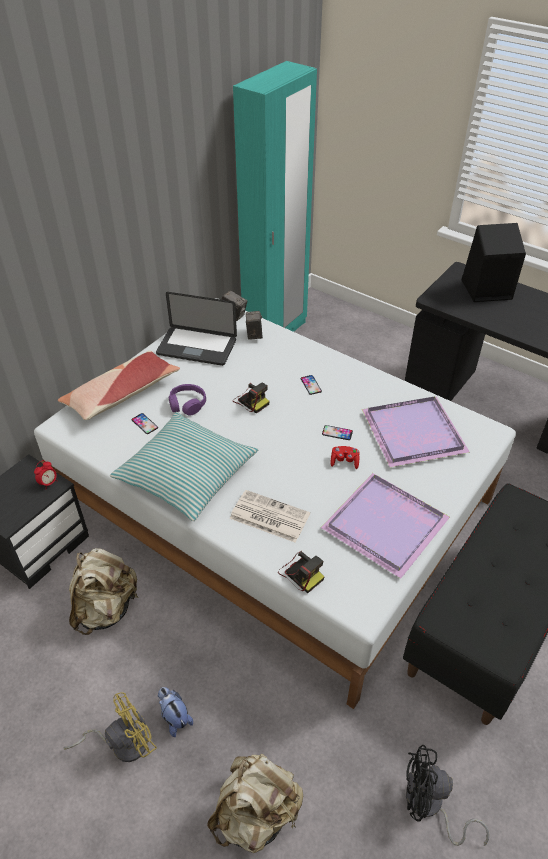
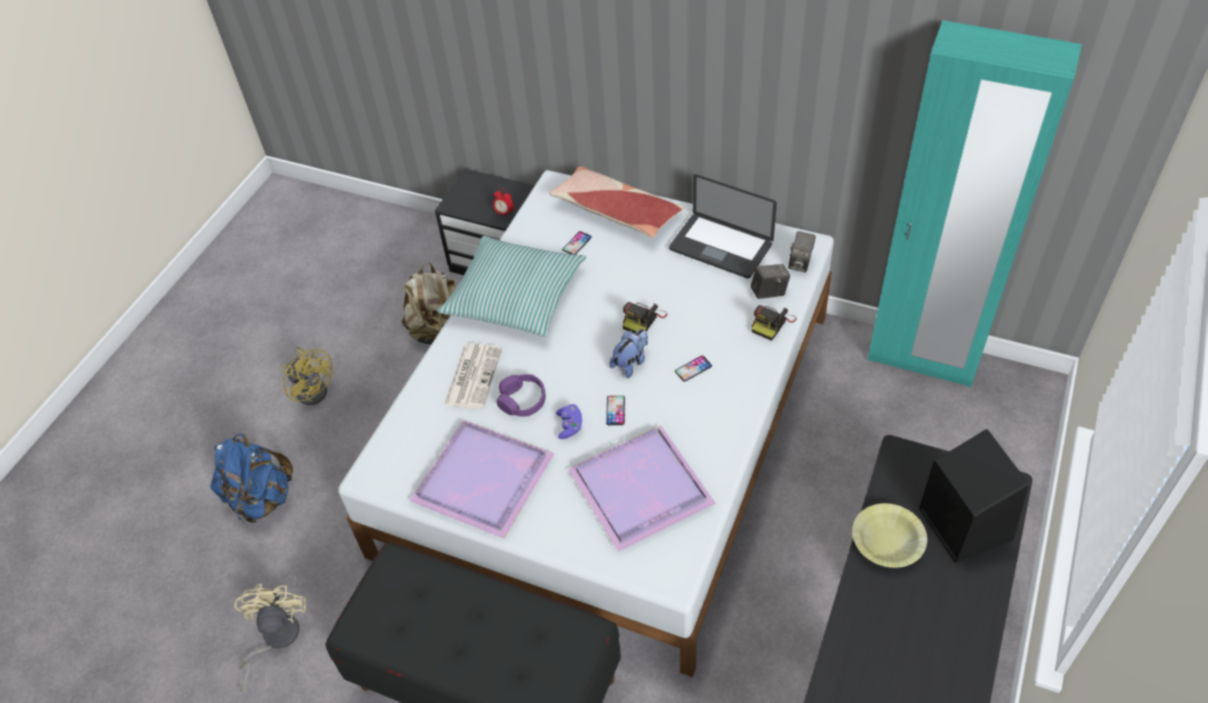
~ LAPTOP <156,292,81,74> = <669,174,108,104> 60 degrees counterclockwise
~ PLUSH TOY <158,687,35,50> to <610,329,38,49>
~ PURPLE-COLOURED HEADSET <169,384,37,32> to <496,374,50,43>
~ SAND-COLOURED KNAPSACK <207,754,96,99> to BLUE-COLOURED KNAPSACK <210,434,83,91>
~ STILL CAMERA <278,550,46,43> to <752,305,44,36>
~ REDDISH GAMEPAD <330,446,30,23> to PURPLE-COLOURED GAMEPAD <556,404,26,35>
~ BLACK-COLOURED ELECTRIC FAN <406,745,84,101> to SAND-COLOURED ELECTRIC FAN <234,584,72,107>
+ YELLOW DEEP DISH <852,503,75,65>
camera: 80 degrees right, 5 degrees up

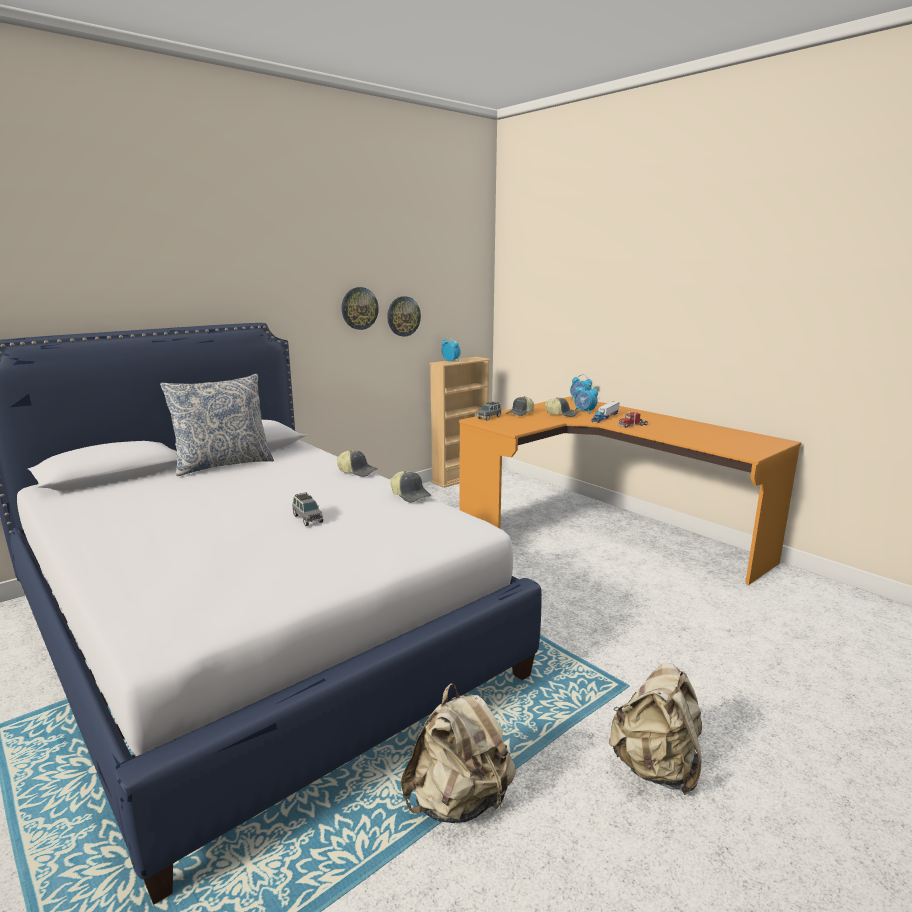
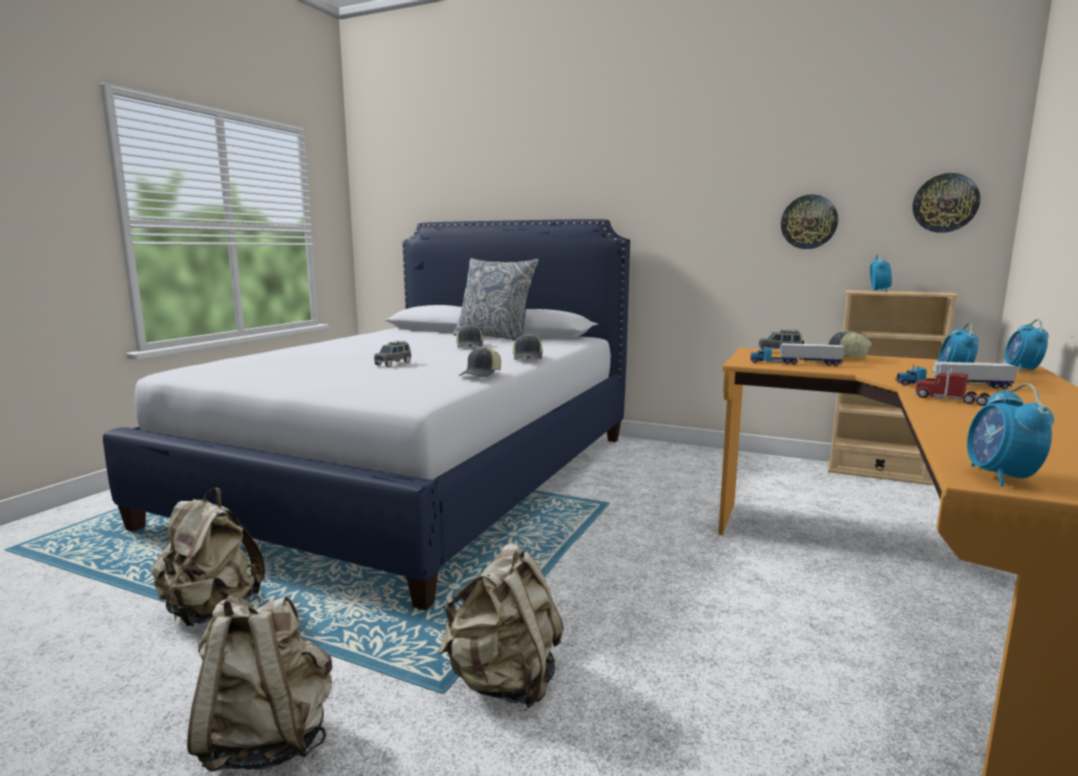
~ WALL CLOCK <342,287,37,43> to <913,173,67,60>
~ PEAKED CAP <545,397,33,20> to <456,325,27,23>
+ SAND-COLOURED KNAPSACK <438,544,126,164>
+ TOY LORRY <750,343,95,23>
+ BEDSIDE CLOCK <967,383,87,103>
camera: 65 degrees right, 5 degrees down

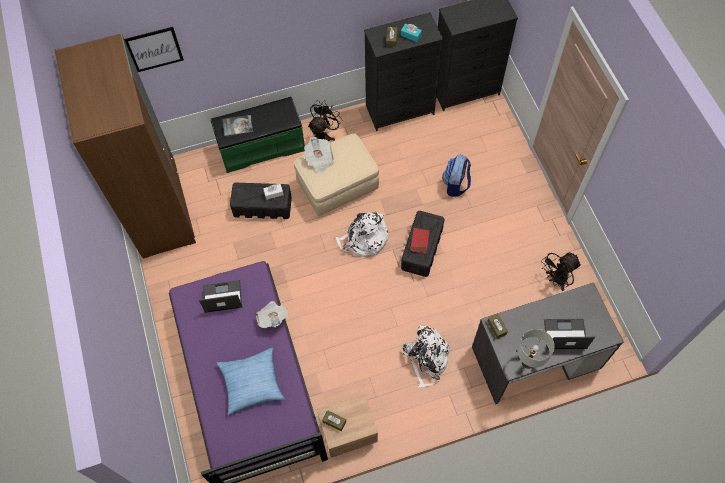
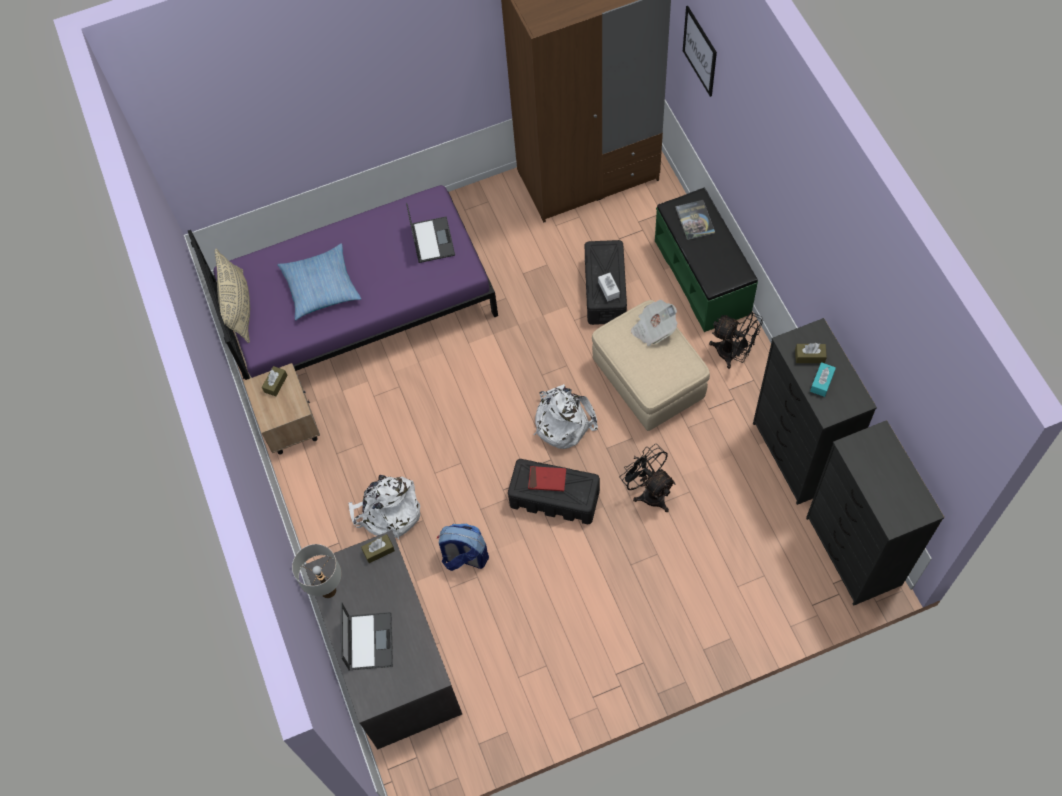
- NEWSPAPER <256,301,32,27>
~ KNAPSACK <442,154,29,43> to <437,524,52,47>
~ BLACK-COLOURED ELECTRIC FAN <541,252,40,39> to <620,444,56,68>
+ SAND-COLOURED CUSHION <215,249,35,94>
camera: 90 degrees right, 0 degrees up

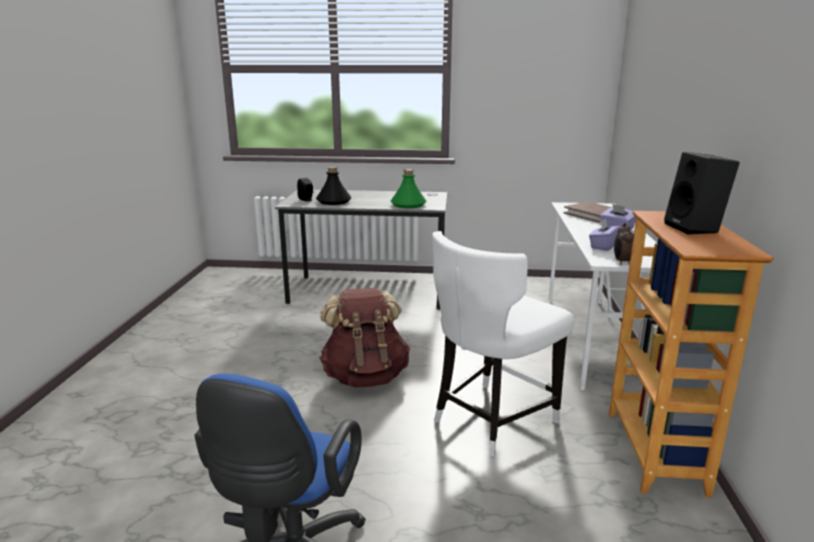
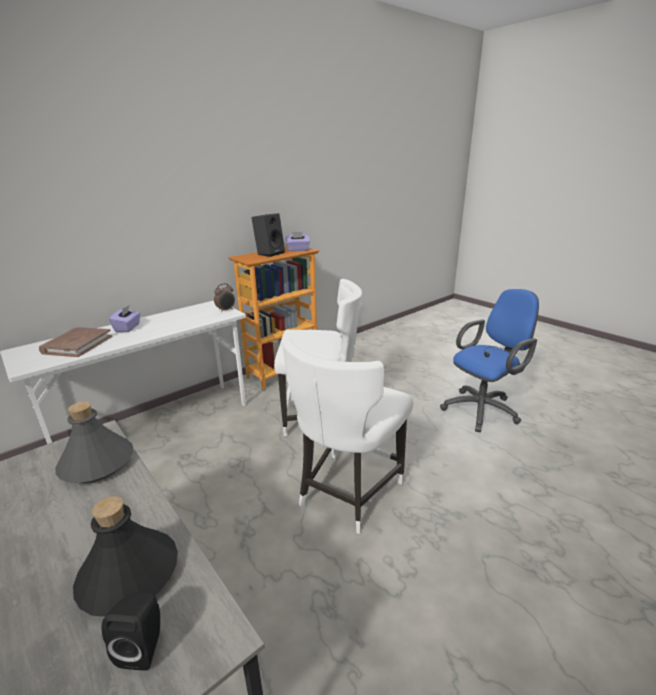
~ BROWN KNAPSACK <319,288,91,100> to WHITE CHAIR <283,339,130,195>
~ GREENISH BOTTLE <391,169,36,39> to GREY BOTTLE <55,401,78,82>
~ PURPLE-COLOURED TISSUE HOLDER <589,218,32,33> to <285,232,25,19>
camera: 135 degrees left, 5 degrees up

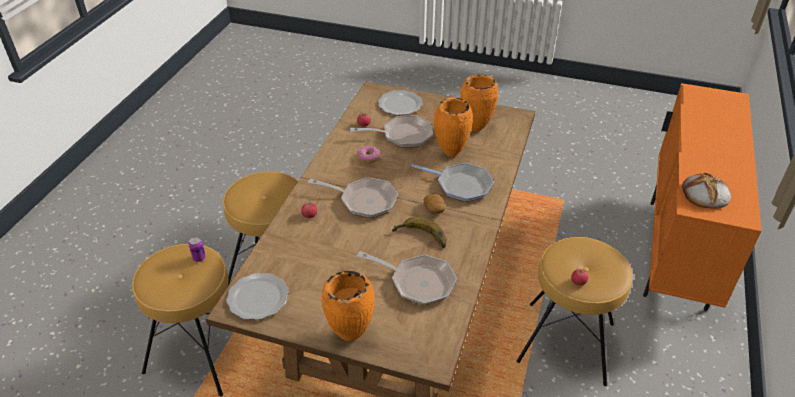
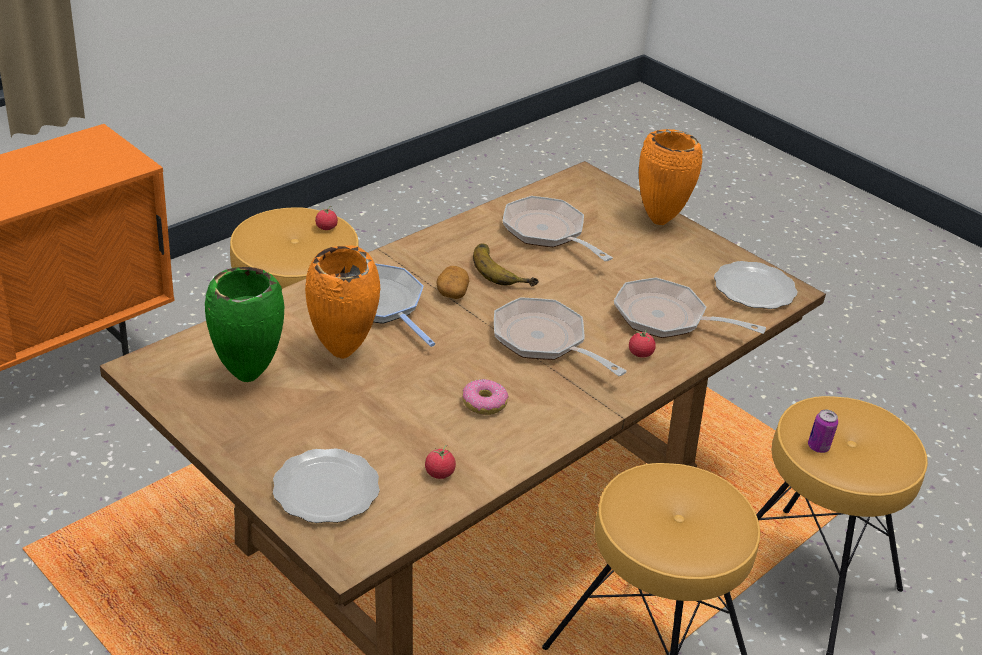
~ FRYING PAN <350,115,83,33> to <614,277,152,61>
~ ORANGE FLOWER VASE <460,74,38,58> to GREENISH FLOWER VASE <205,267,79,115>
- BREAD <682,173,49,36>
camera: 155 degrees left, 5 degrees down

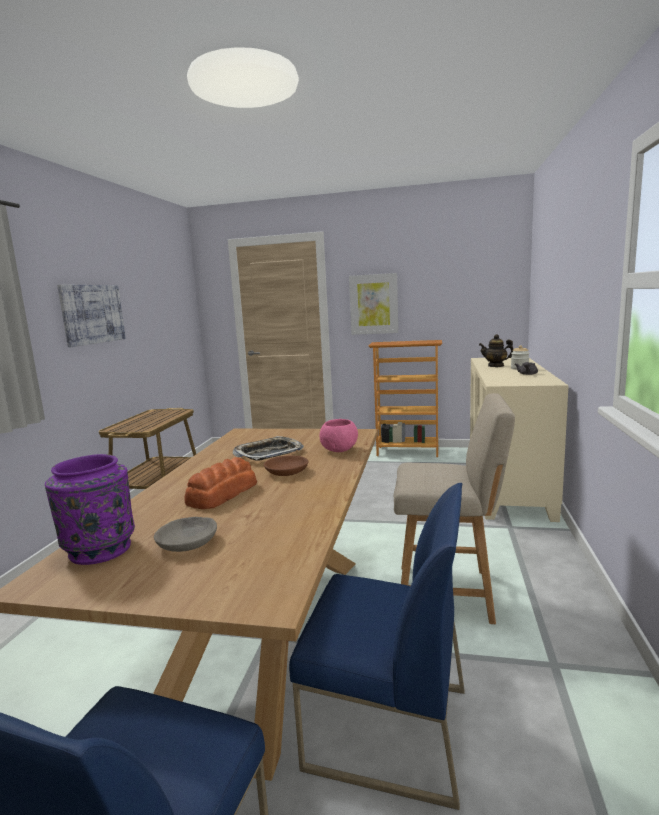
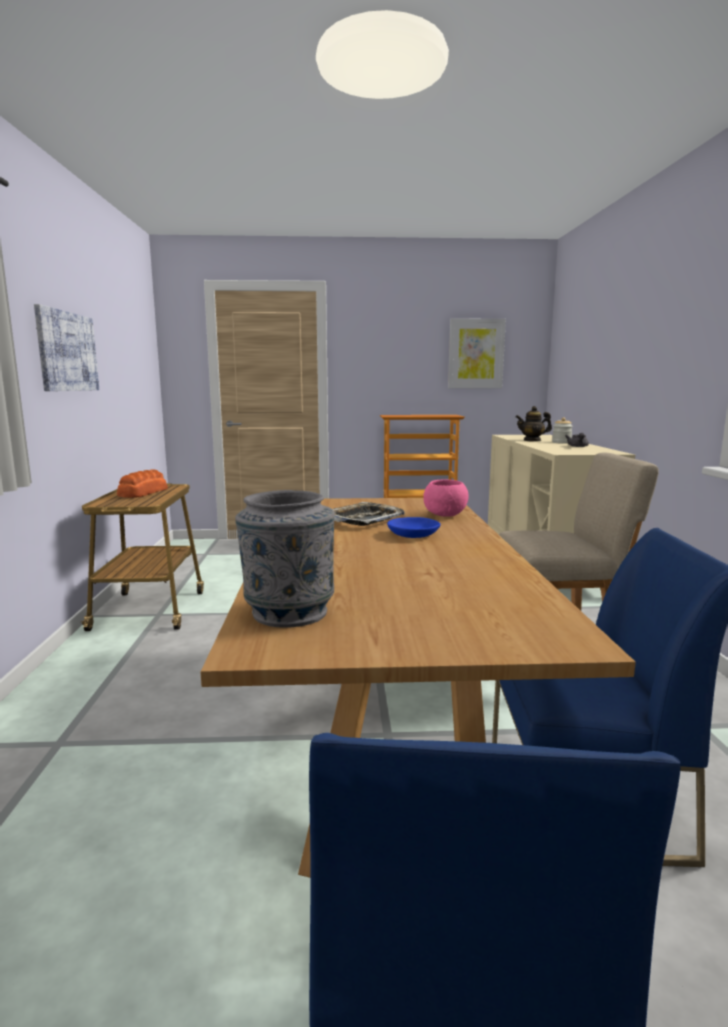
~ PURPLE-COLOURED FLOWER VASE <45,454,90,111> to GREY FLOWER VASE <235,490,100,138>
- GREY DEEP DISH <154,517,63,35>
~ BREAD <184,457,73,52> to <117,469,51,29>
~ BROWN DEEP DISH <264,456,44,20> to BLUE-COLOURED DEEP DISH <387,517,54,21>
~ PICTURE <349,273,49,62> to <448,318,58,70>
camera: 15 degrees left, 0 degrees up

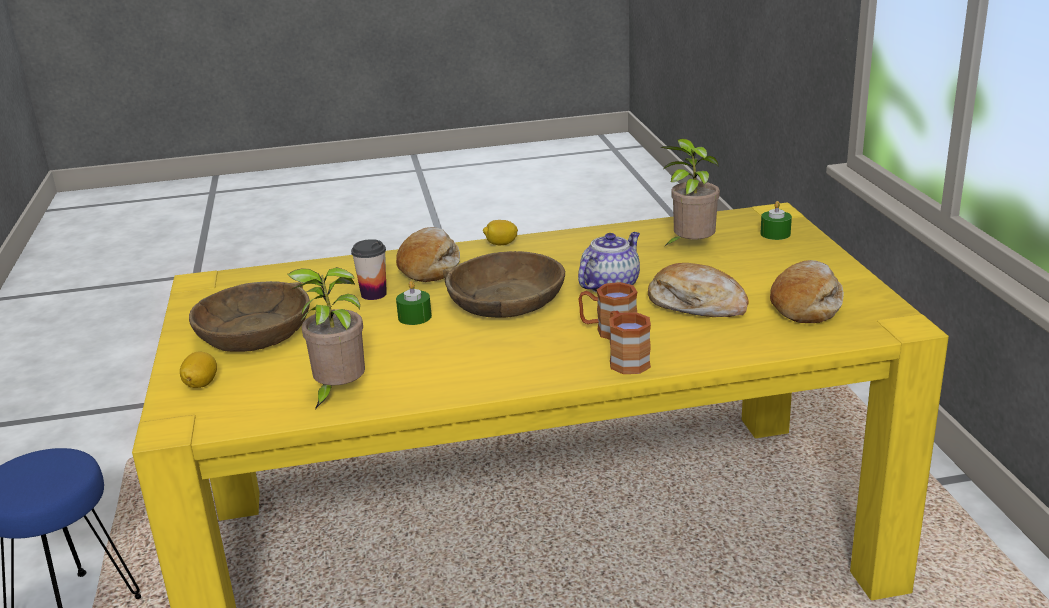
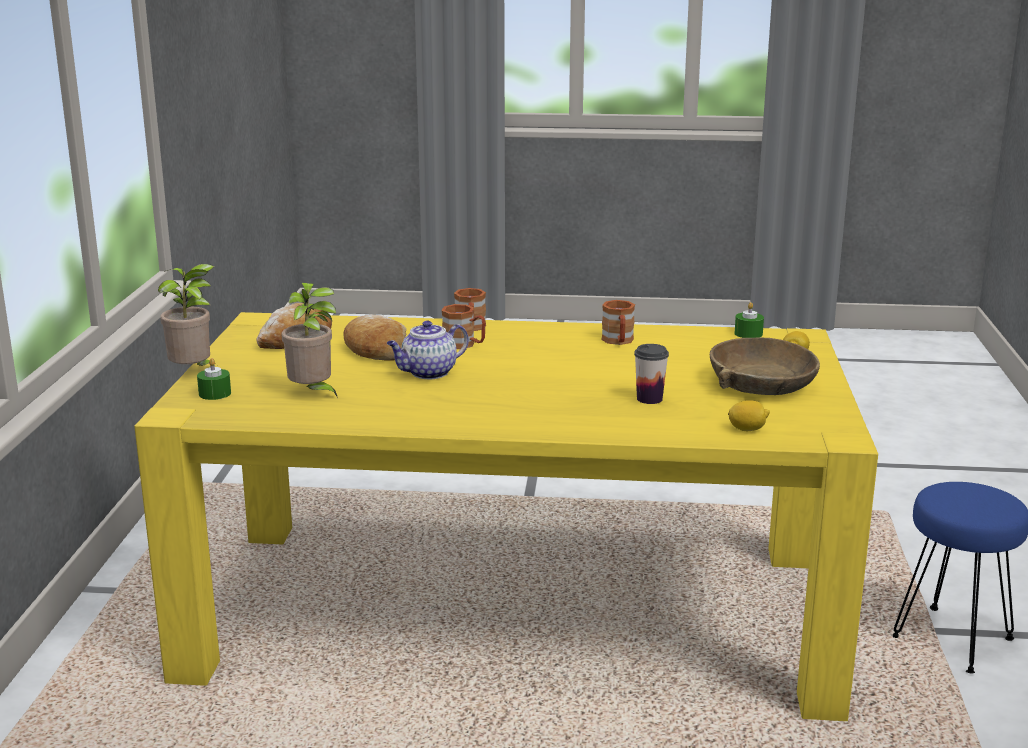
~ HOUSEPLANT <288,267,77,142> to <158,264,59,102>
- BREAD <396,227,64,55>
~ GREENISH WAX CANDLE <396,281,36,44> to <735,302,29,36>
- BROWN DEEP DISH <443,251,122,67>
~ LEMON <483,220,35,25> to <728,400,42,31>
+ BROWN TEA MUG <601,300,34,45>
camera: 165 degrees left, 5 degrees down

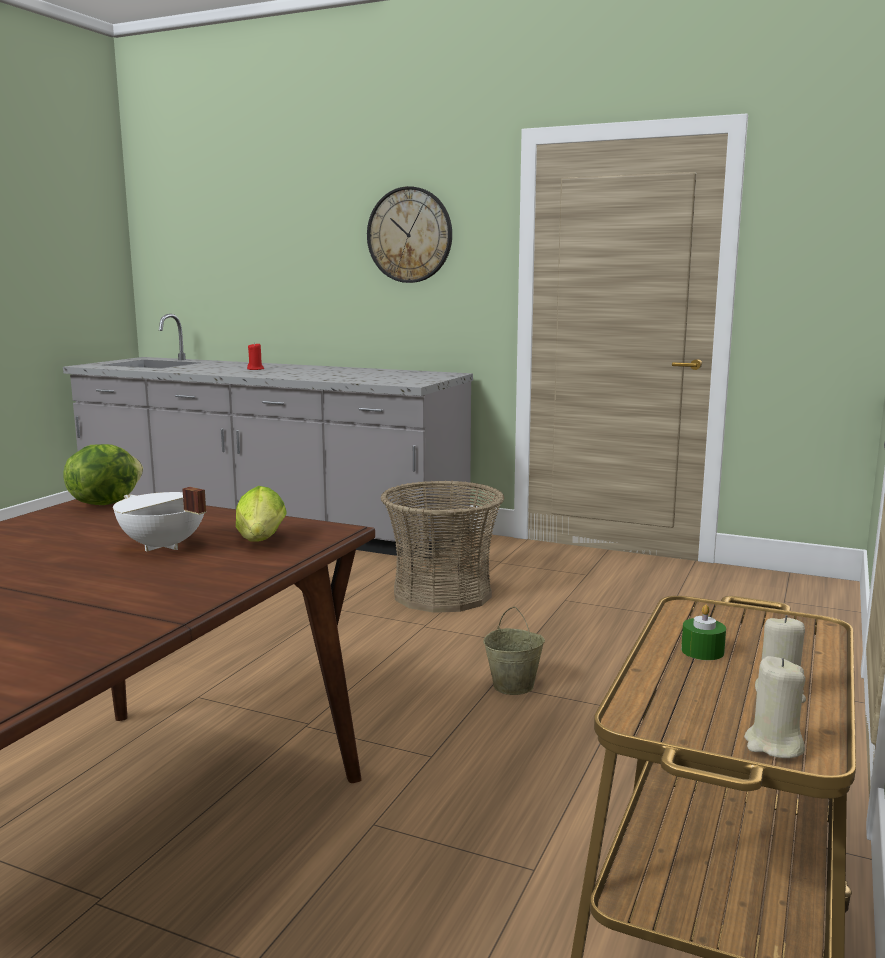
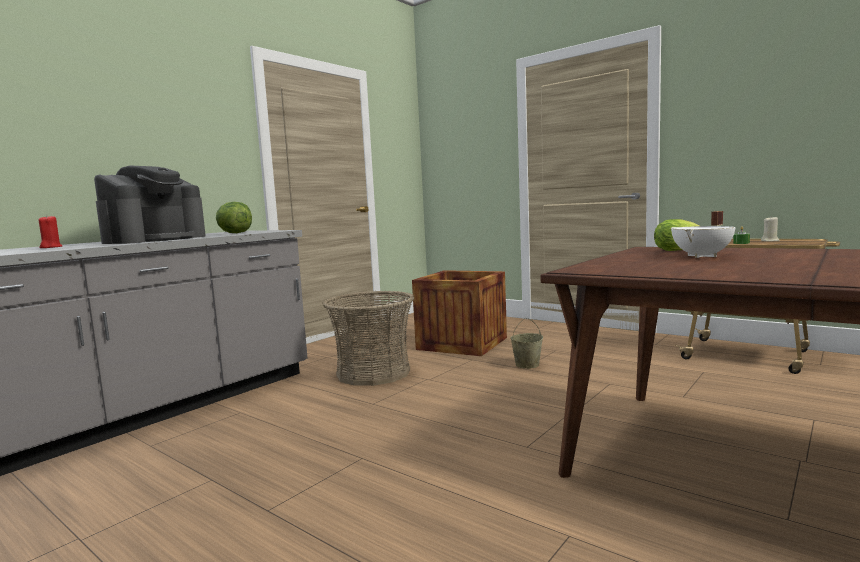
~ HEAD OF LETTUCE <63,444,80,61> to <216,202,36,31>
- WALL CLOCK <367,186,85,97>
- SAND-COLOURED WAX CANDLE <744,656,61,102>
+ COFFEE BREWER <94,165,112,79>
+ PACKING CRATE <412,270,95,86>
camera: 75 degrees left, 5 degrees down

